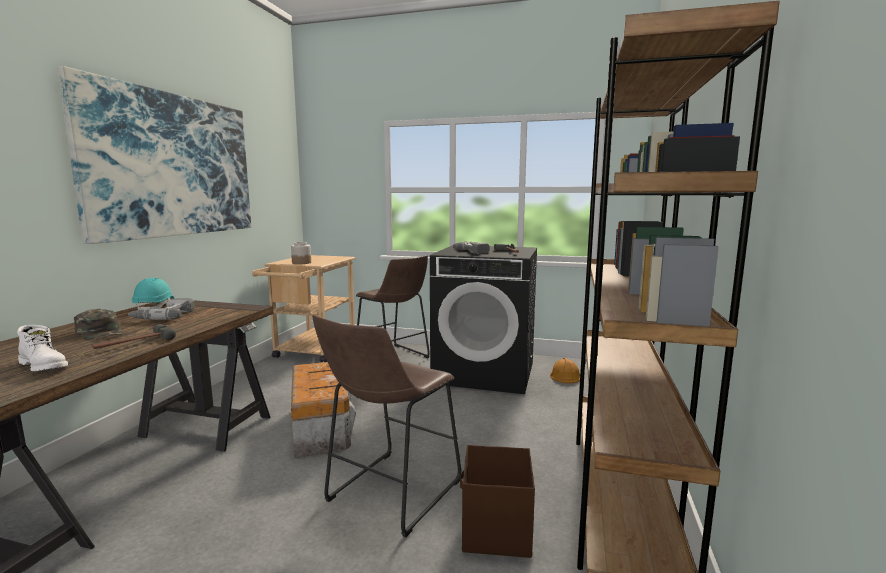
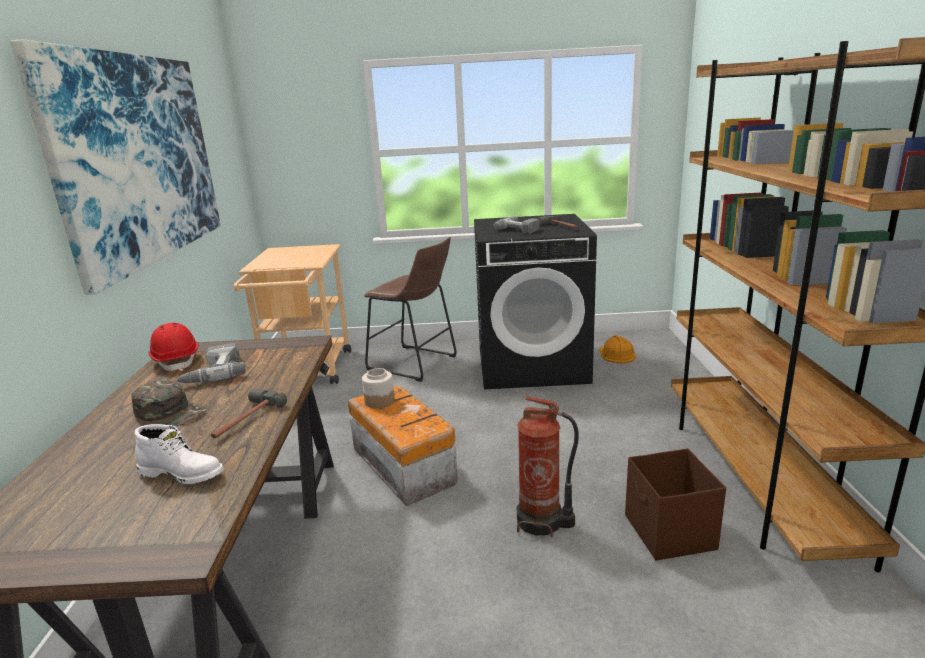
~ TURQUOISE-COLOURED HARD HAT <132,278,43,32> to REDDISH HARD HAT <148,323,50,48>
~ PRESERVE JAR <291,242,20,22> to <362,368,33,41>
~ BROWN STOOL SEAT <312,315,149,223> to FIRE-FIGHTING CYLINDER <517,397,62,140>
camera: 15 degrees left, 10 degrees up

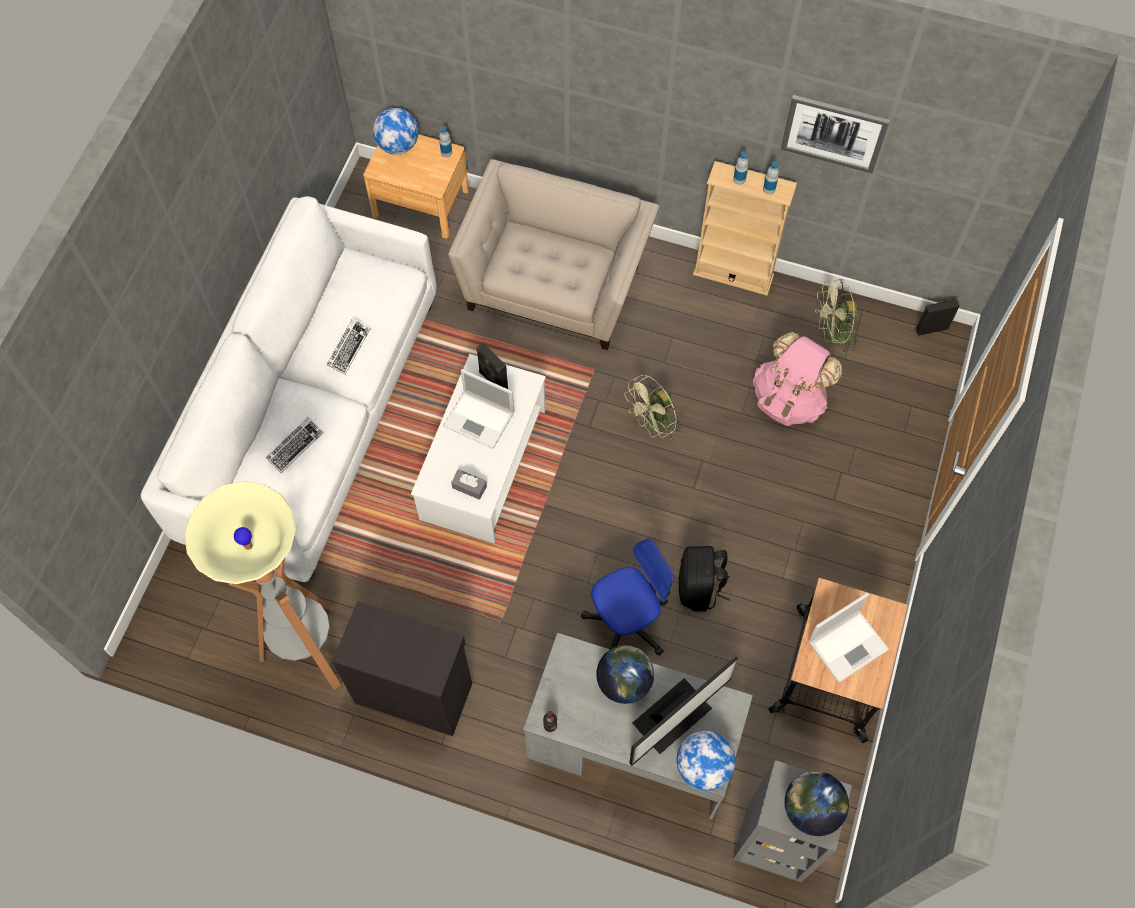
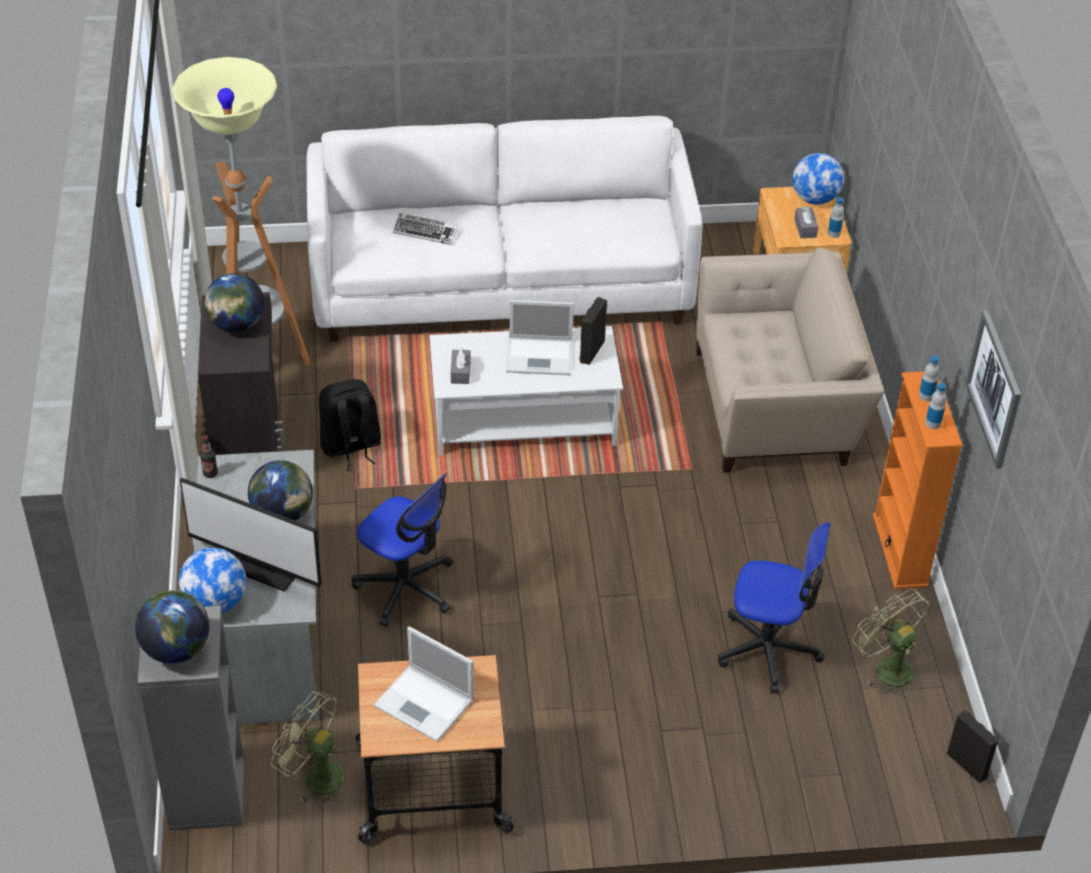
- KEYBOARD <327,318,44,57>
~ LAPTOP <443,369,71,80> = <506,300,68,75> 90 degrees counterclockwise
~ GREENISH ELECTRIC FAN <625,374,57,65> to <271,691,75,116>
~ BLACK-COLOURED KNAPSACK <679,546,51,66> to <319,379,62,92>
~ SAND-COLOURED BOOKCASE <693,161,104,135> to ORANGE BOOKCASE <873,371,90,218>
~ PINK-COLOURED KNAPSACK <753,332,89,94> to COMPUTER CHAIR <718,522,112,172>
+ WORLD GLOBE <204,273,60,60>
+ GREY TISSUE HOLDER <794,206,24,32>
camera: 65 degrees right, 20 degrees down

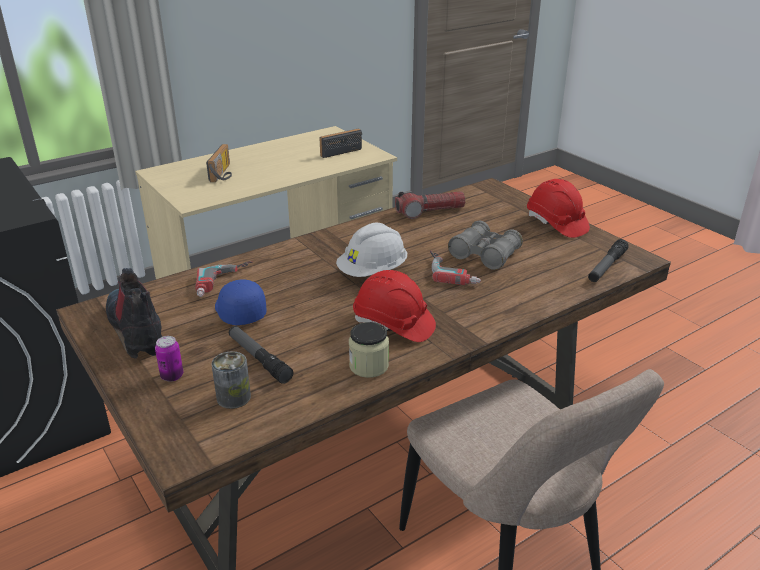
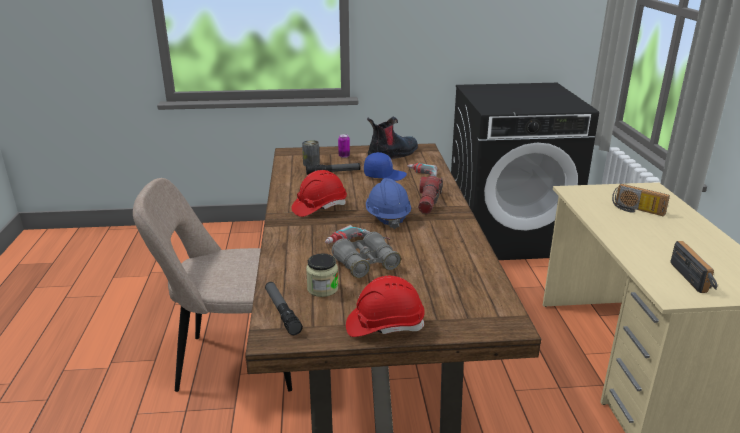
~ HIGH-TOP BOOT <106,268,56,91> = <367,117,51,43> 45 degrees counterclockwise
~ WHITE HARD HAT <336,223,71,54> to BLUE-COLOURED HARD HAT <366,178,45,51>
~ PRESERVE JAR <349,322,40,56> to <306,253,32,44>
~ TORCH <395,191,70,28> to <418,176,25,38>
camera: 120 degrees right, 5 degrees down

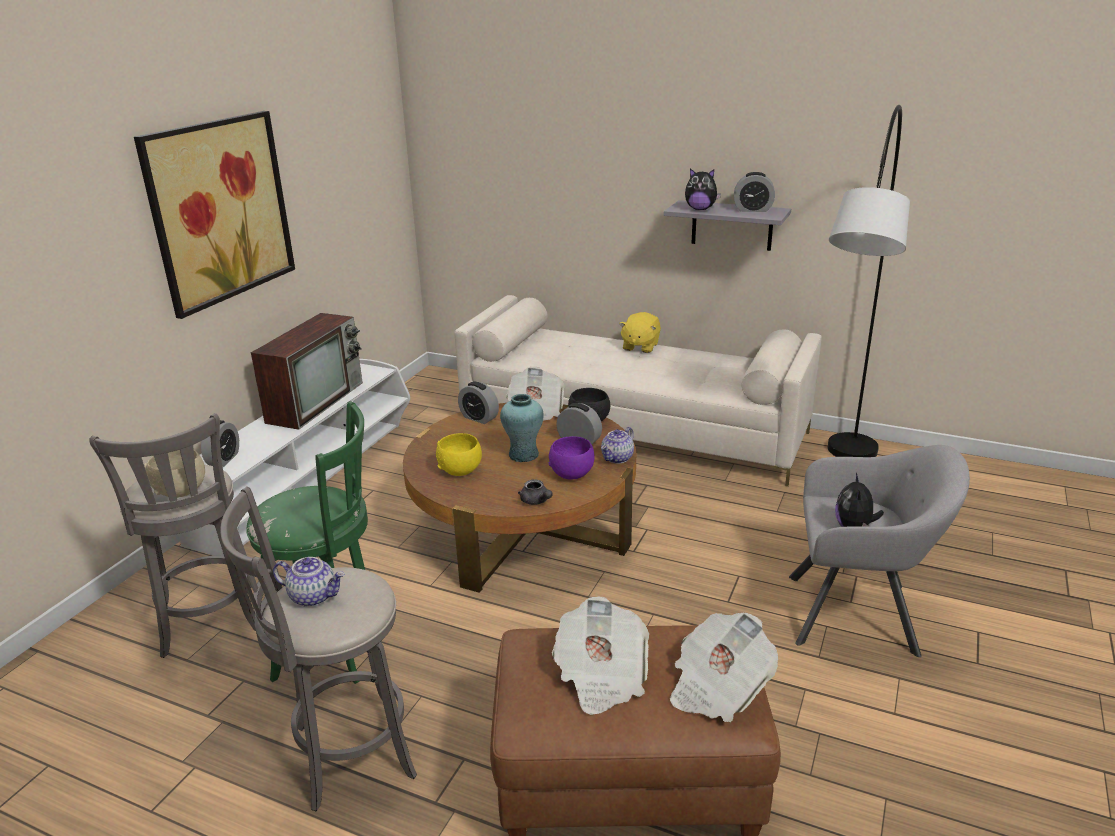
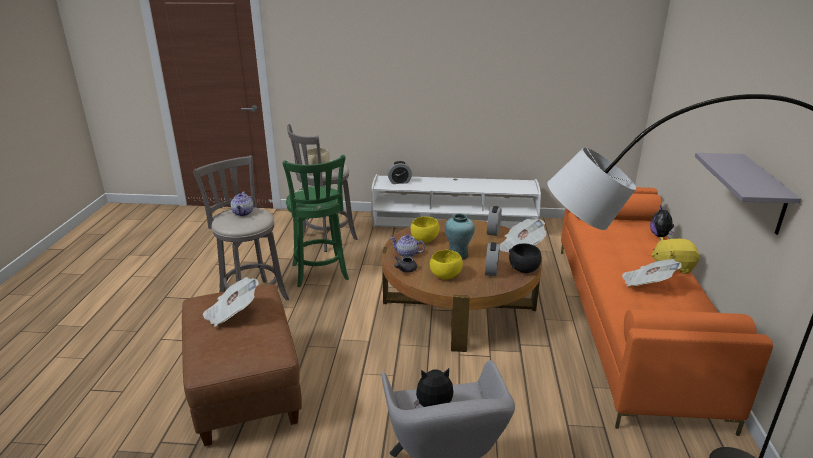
- PICTURE <134,111,161,208>
- TV SET <251,313,112,117>
~ SAND-COLOURED COUCH <455,295,367,192> to ORANGE COUCH <561,187,212,249>
~ PURPLE-COLOURED DEEP DISH <549,436,45,44> to YELLOW DEEP DISH <430,250,33,30>
~ POT FOR TEA <601,427,33,37> to <390,235,35,22>
~ NEWSPAPER <670,613,108,109> to <622,259,60,28>
~ PLUSH TOY <685,169,36,41> to <650,205,24,32>
- BEDSIDE CLOCK <734,172,41,40>
camera: 70 degrees right, 0 degrees up

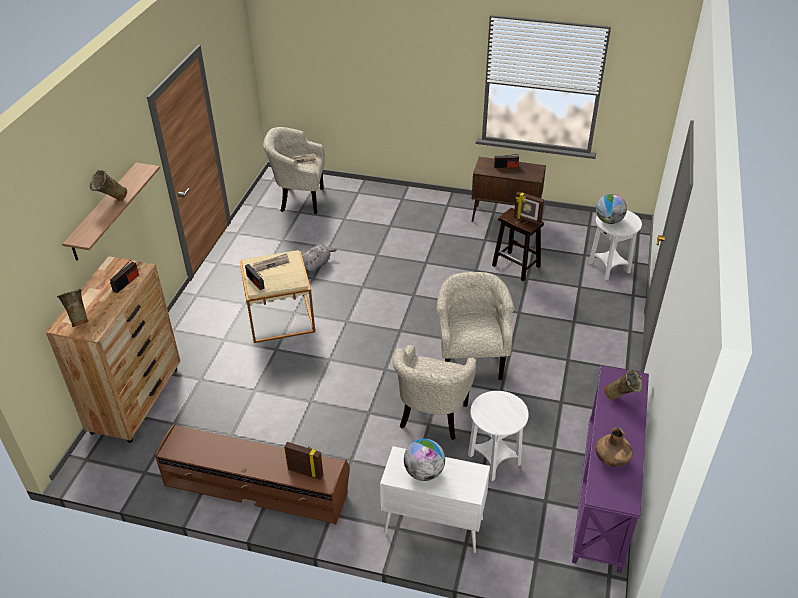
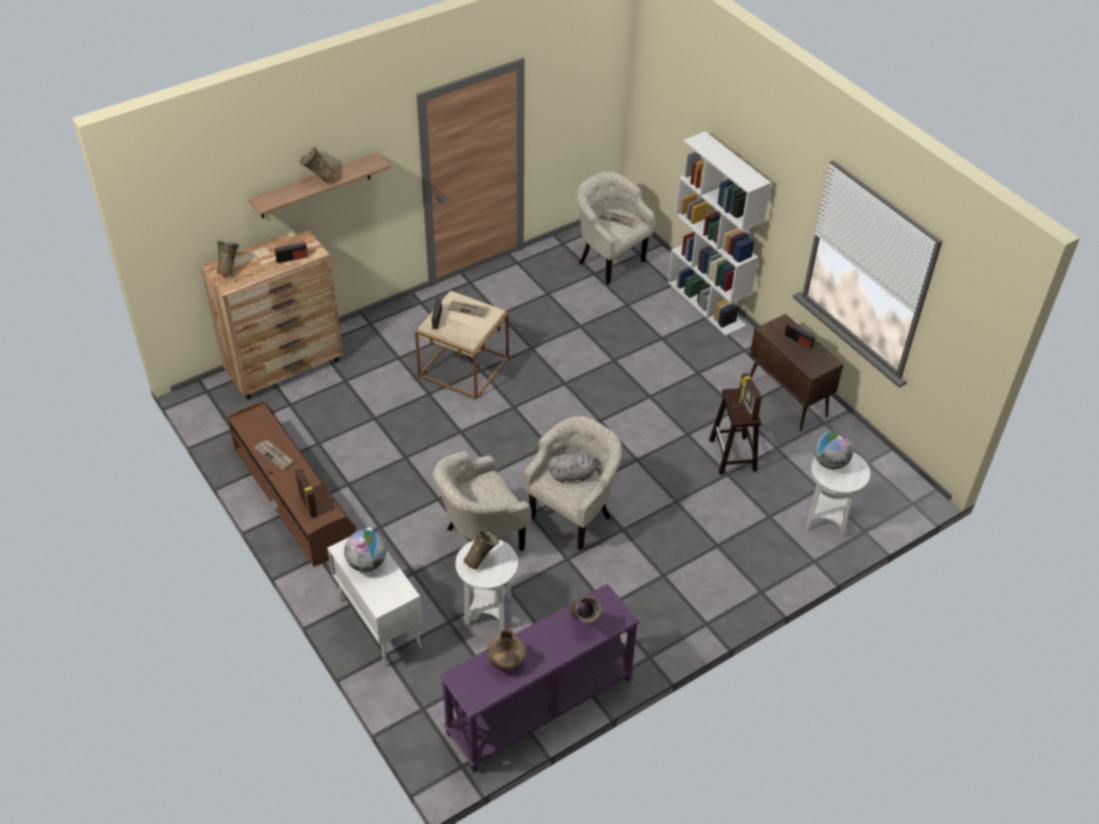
~ GREY PLUSH TOY <302,244,35,28> to <548,453,55,30>
+ NEWSPAPER <254,440,39,30>
+ SAND-COLOURED FLOWER VASE <464,528,35,41>
+ WHITE BOOKCASE <668,131,103,205>
camera: 40 degrees right, 5 degrees up

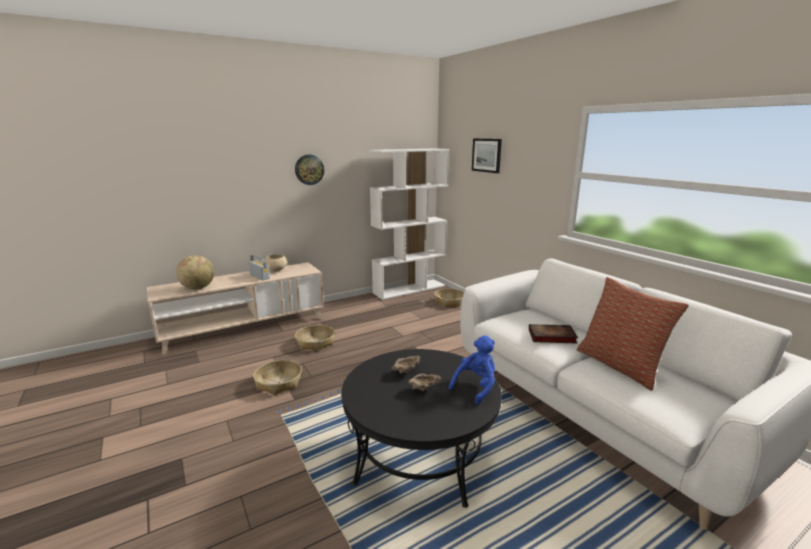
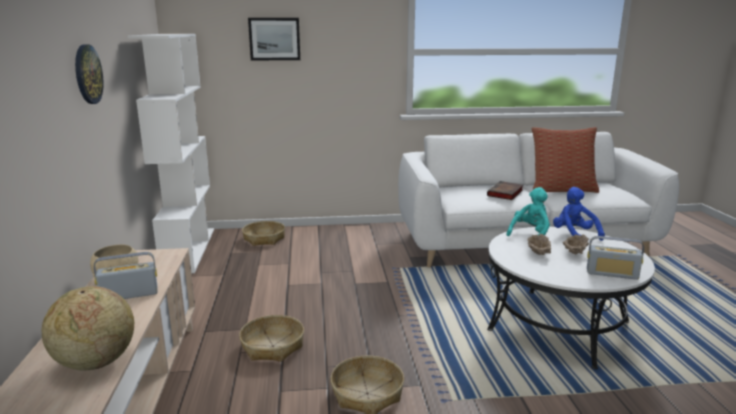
~ BLACK-COLOURED LOUNGE TABLE <341,349,161,159> to WHITE LOUNGE TABLE <487,227,168,142>
+ TURQUOISE-COLOURED PLUSH TOY <506,187,44,49>
+ RADIO <587,236,57,44>
camera: 65 degrees left, 0 degrees up

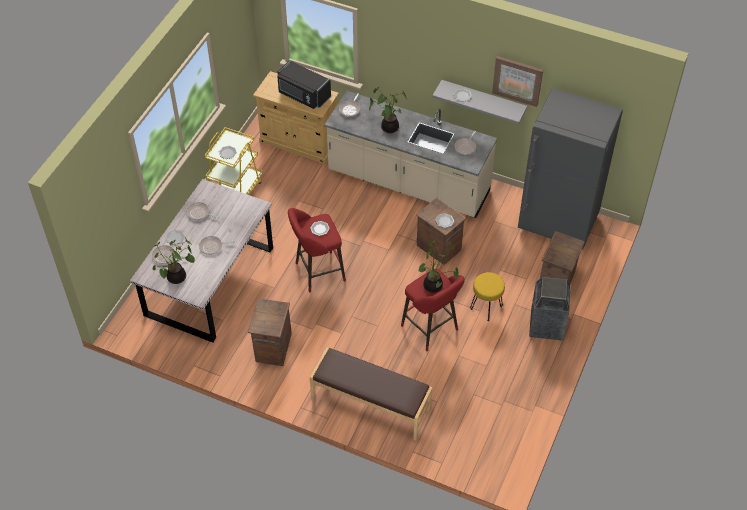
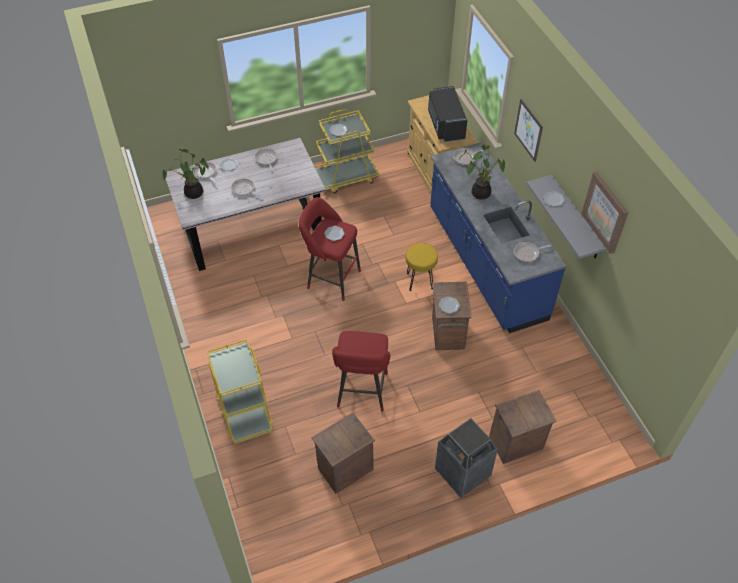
~ PACKING CRATE <248,299,44,67> to <312,413,63,80>
~ BROWN INDOOR BENCH <310,347,123,93> to YELLOW WHEELED CART <207,339,66,105>
~ SAND-COLOURED KITCHEN BASE UNIT <324,91,173,127> to BLUE-COLOURED KITCHEN BASE UNIT <430,142,136,191>
- HOUSEPLANT <419,241,40,52>
~ YELLOW STOOL SEAT <470,272,35,49> to <405,243,33,48>
- GREY FRIDGE <518,88,105,161>
+ PICTURE <514,99,29,63>
camera: 45 degrees right, 0 degrees up

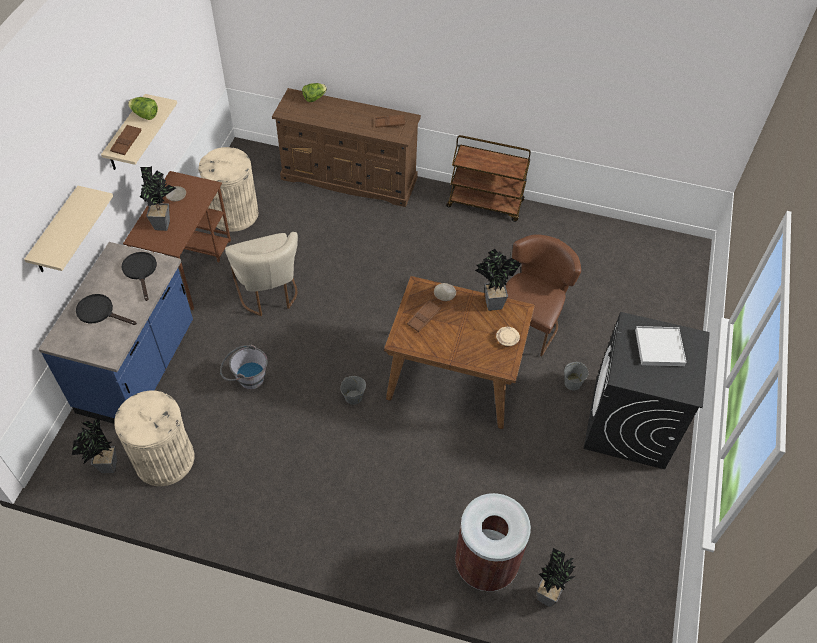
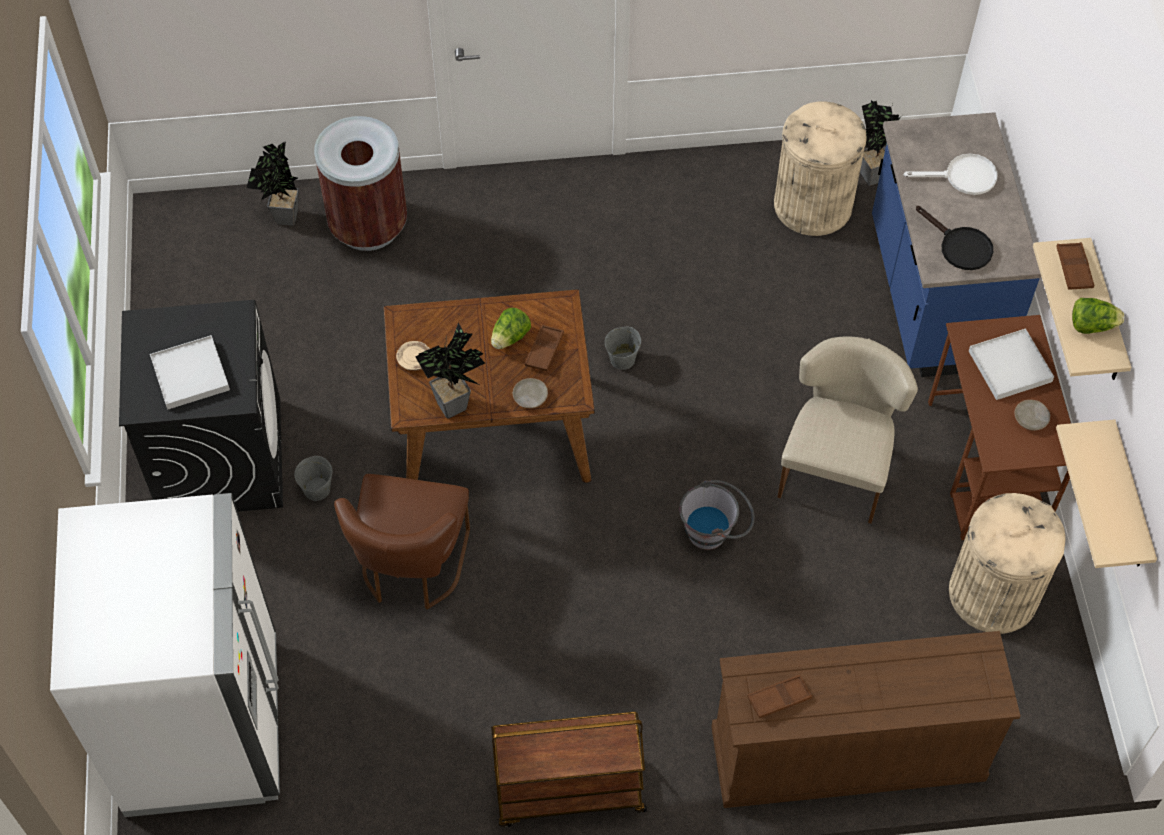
~ SAND-COLOURED SHELF <24,186,89,86> to <1056,419,101,149>
~ BLACK-COLOURED FRYING PAN <76,294,61,31> to WHITE FRYING PAN <904,154,94,41>
~ HOUSEPLANT <139,166,37,65> to WHITE SERVING TRAY <969,328,85,72>
~ GREY PAIL <220,345,48,45> to <679,480,76,70>
~ SAND-COLOURED CHAIR <225,232,73,84> = <778,336,140,188> 60 degrees clockwise
~ HEAD OF LETTUCE <302,83,25,19> to <491,308,40,41>
+ WHITE FRIDGE <50,493,230,324>
camera: 160 degrees right, 5 degrees up

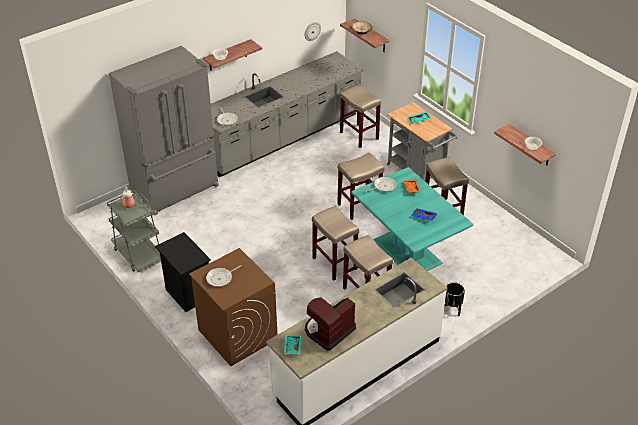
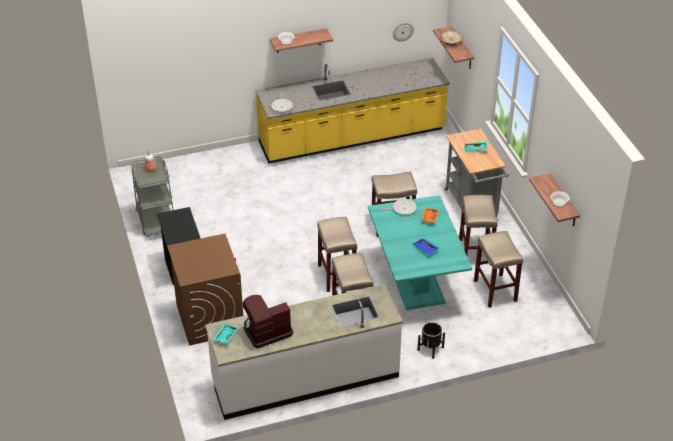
- GREY FRIDGE <109,46,110,169>
- FRYING PAN <206,265,36,22>
~ GREY KITCHEN BASE UNIT <211,51,153,126> to YELLOW KITCHEN BASE UNIT <255,57,195,107>
~ SAND-COLOURED STOOL SEAT <340,84,41,64> to <474,231,49,77>
camera: 20 degrees right, 0 degrees up

